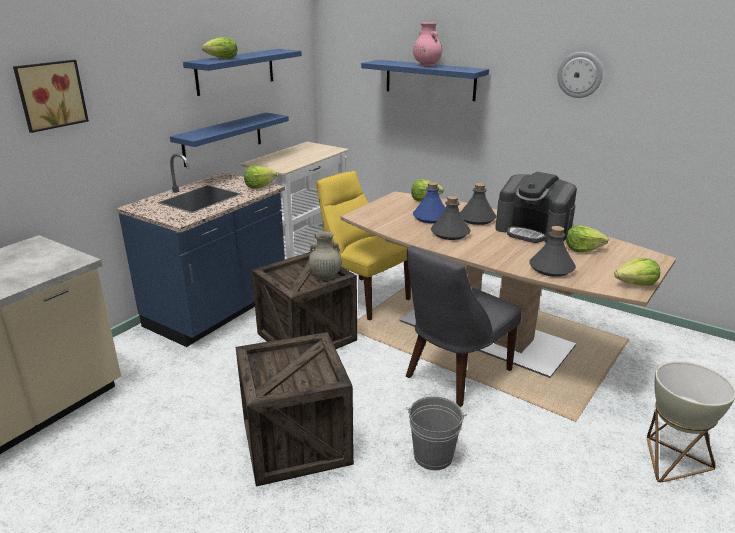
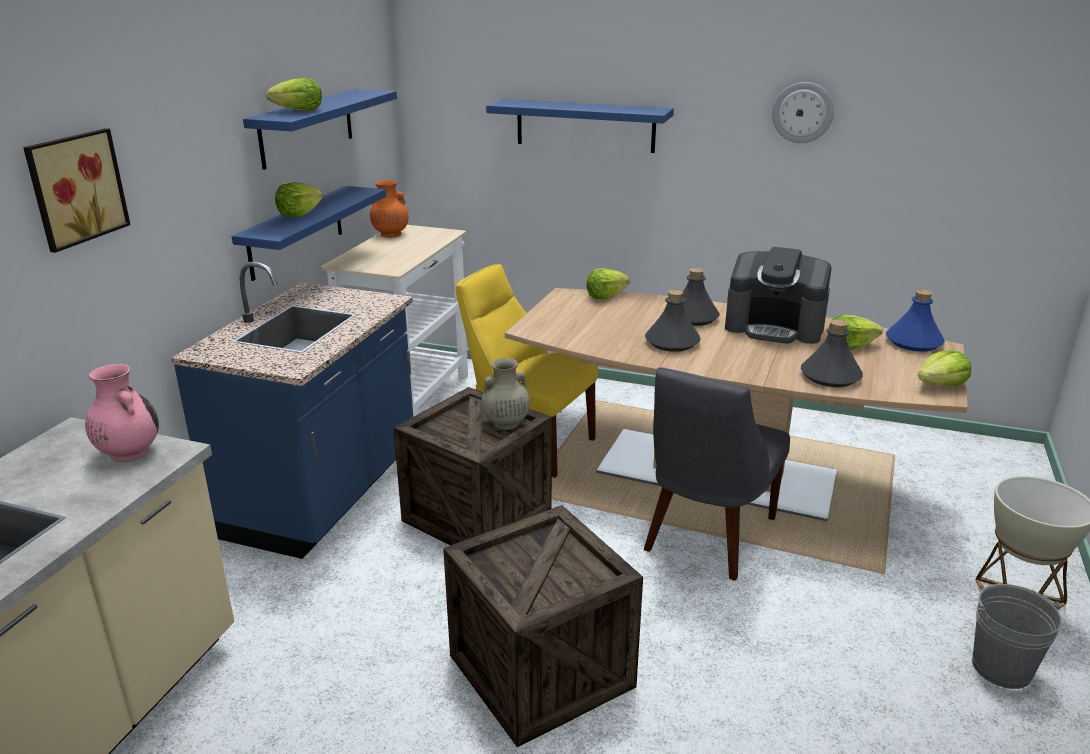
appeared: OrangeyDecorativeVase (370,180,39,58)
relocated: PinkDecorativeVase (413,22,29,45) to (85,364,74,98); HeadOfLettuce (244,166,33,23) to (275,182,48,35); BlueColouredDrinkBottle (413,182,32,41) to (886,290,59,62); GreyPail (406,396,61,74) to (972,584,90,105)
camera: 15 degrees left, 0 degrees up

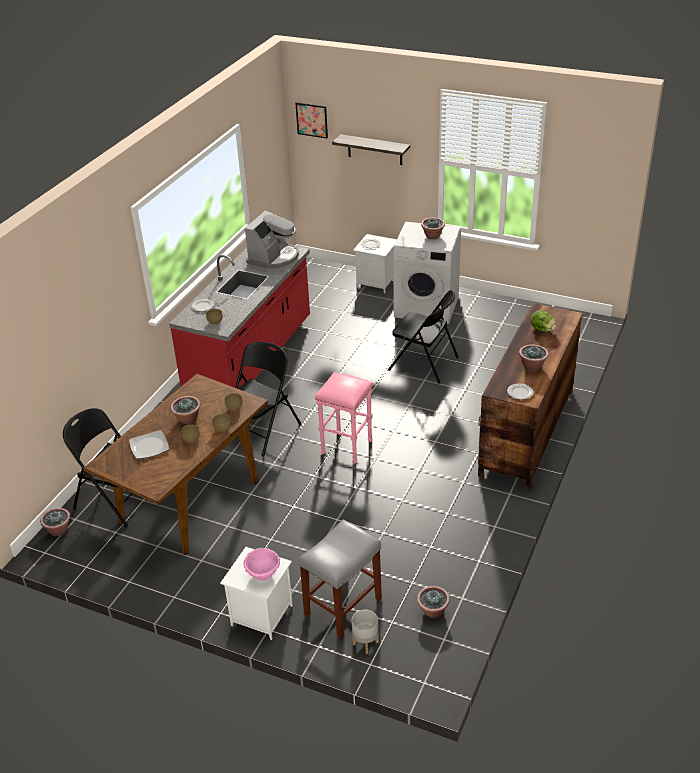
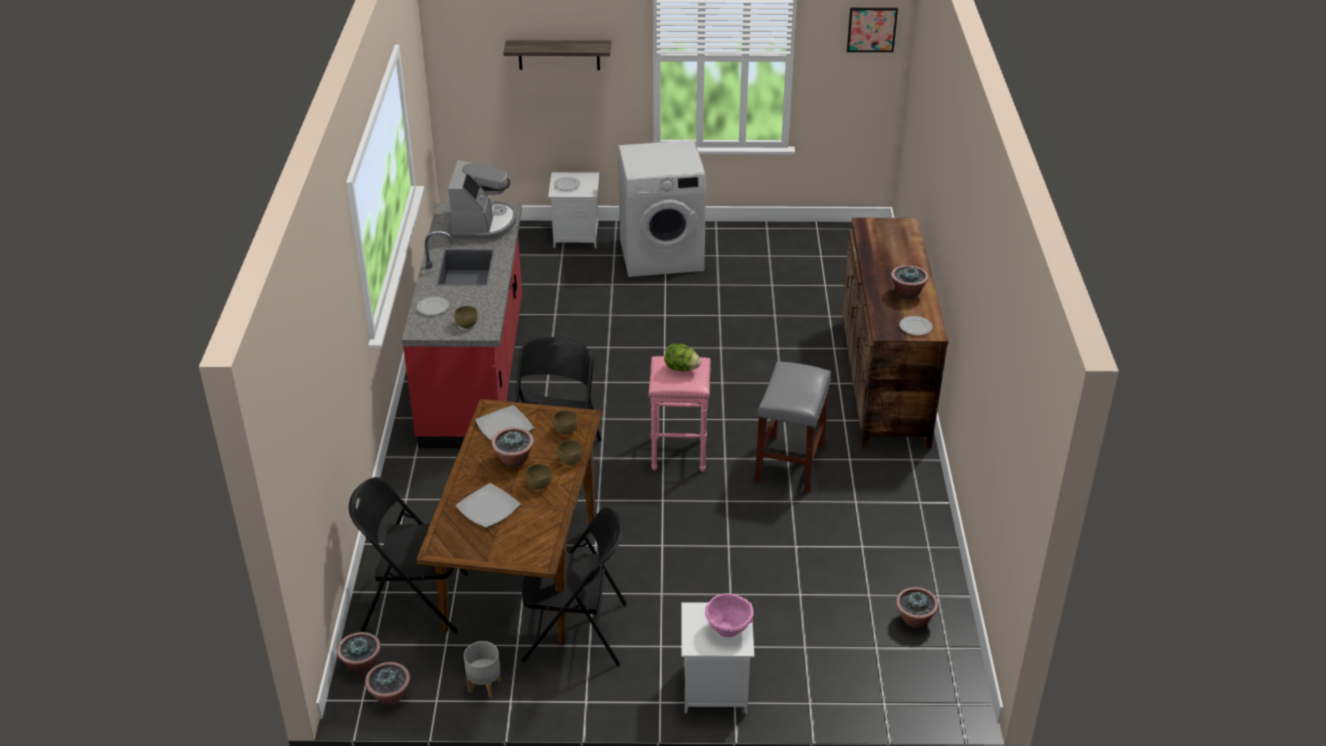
appeared: DinnerPlate (475,405,59,36)
relocated: WallArt (296,102,32,36) to (847,8,51,44); PlantInAPot (421,218,24,21) to (365,662,45,44); BlackColouredPlainChair (388,290,71,94) to (522,507,105,160); HeadOfLettuce (531,310,25,22) to (664,343,37,29); GreyStoolSeat (298,520,84,119) to (755,361,76,131); GreyPlanter (352,610,27,44) to (464,641,37,57)
camera: 25 degrees left, 0 degrees up

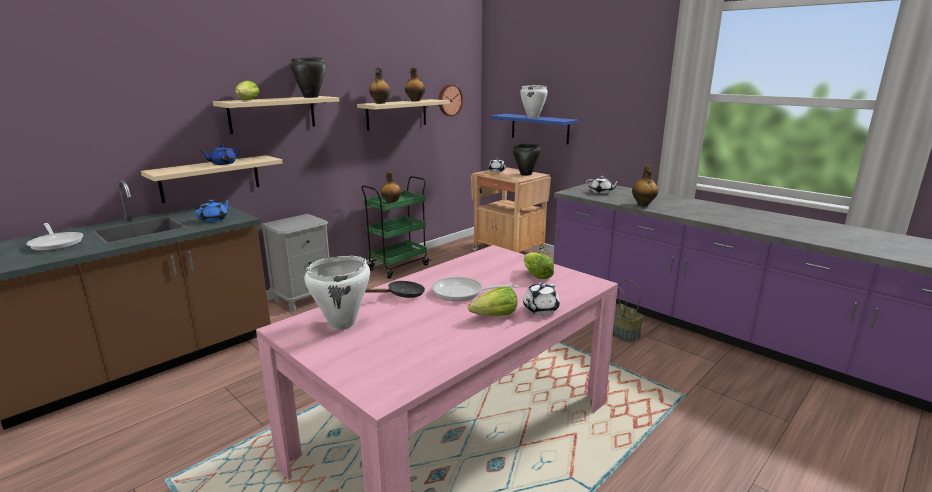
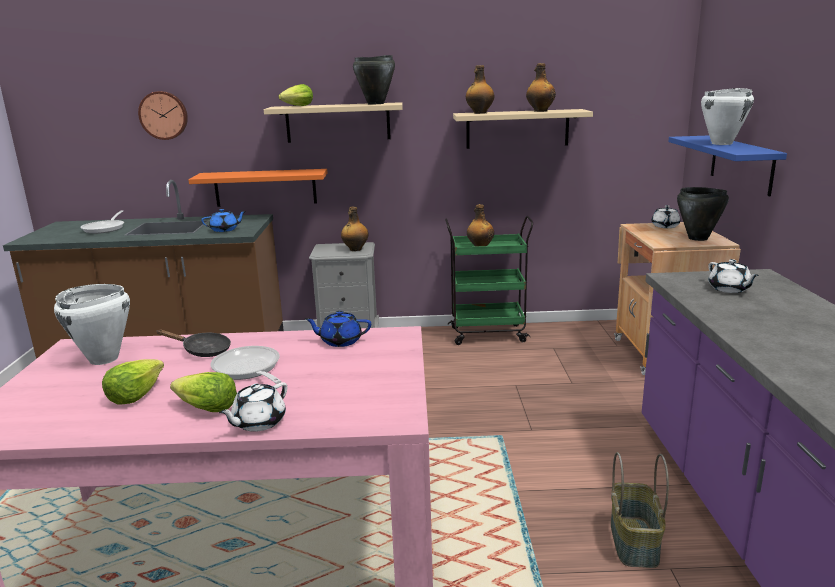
relocated: ClockOnTheWall (439,85,24,31) to (138,91,50,49); BlueColouredTeaPot (200,144,41,21) to (305,311,66,36); DrinkBottle (632,165,26,41) to (341,207,27,44); HeadOfLettuce (524,252,30,27) to (102,359,62,45)
colour: BeigeBracketShelf (141,155,141,48) to OrangeyBracketShelf (188,169,140,38)
spun: WhiteTeaPot (523,283,37,32) = (219,382,68,50) 45 degrees counterclockwise
camera: 45 degrees right, 0 degrees up

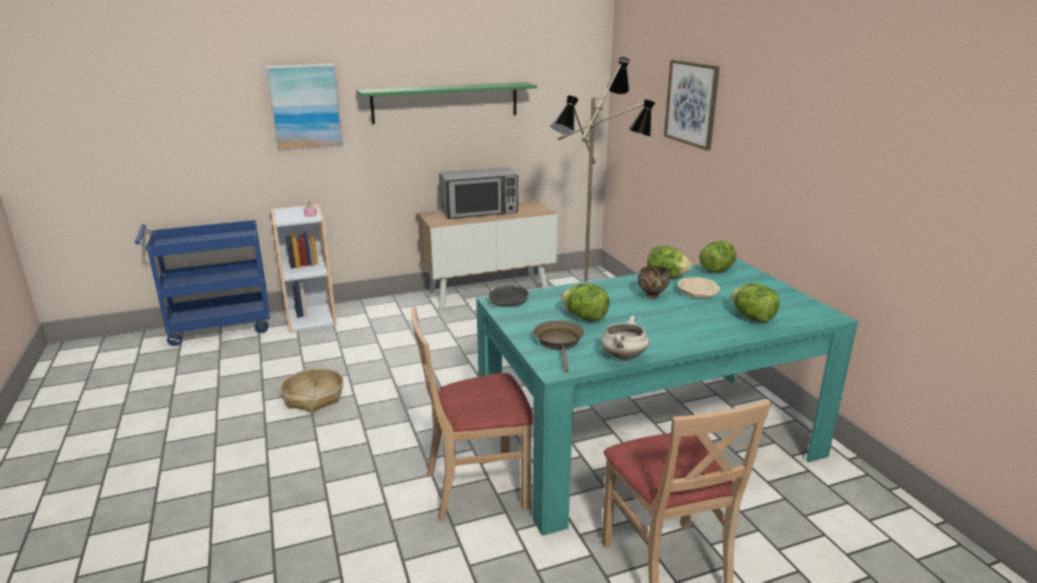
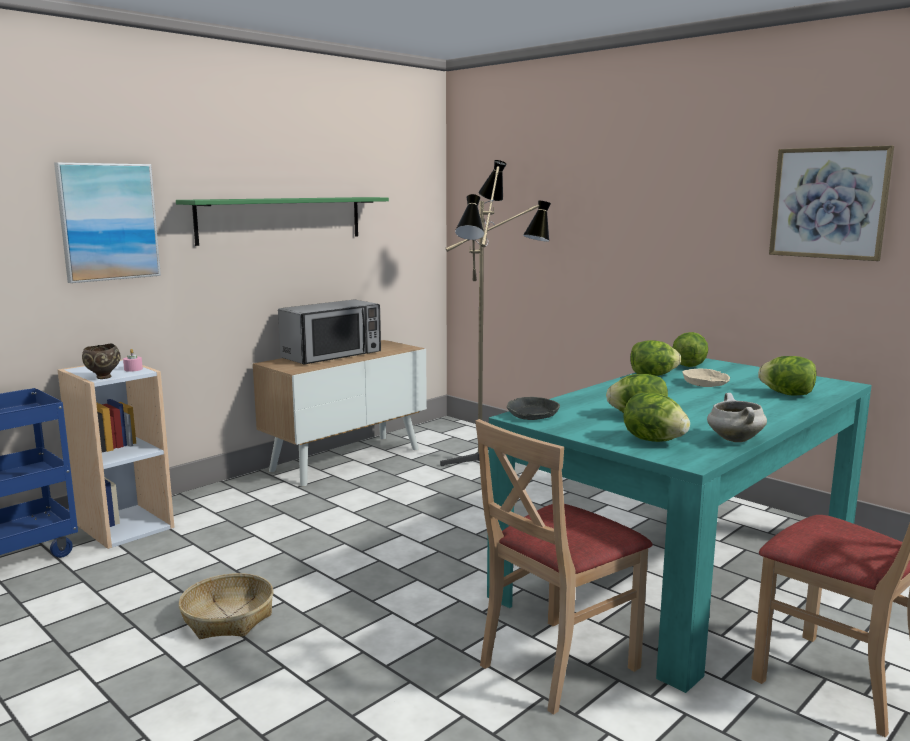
relocated: WallArt (664,60,56,90) to (769,146,125,115); BrownColouredDeepDish (638,266,32,33) to (82,344,39,35)
exchanged: BrownColouredSkillet (534,320,50,52) to HeadOfLettuce (623,393,67,49)
camera: 25 degrees left, 10 degrees down

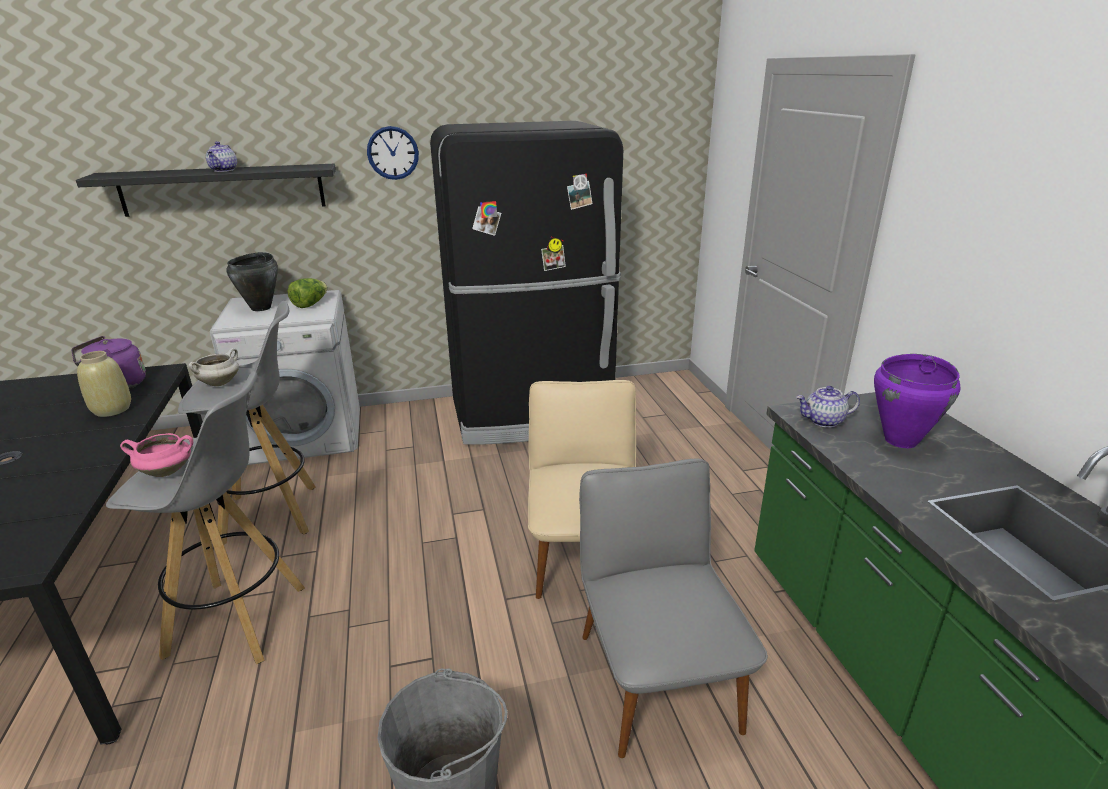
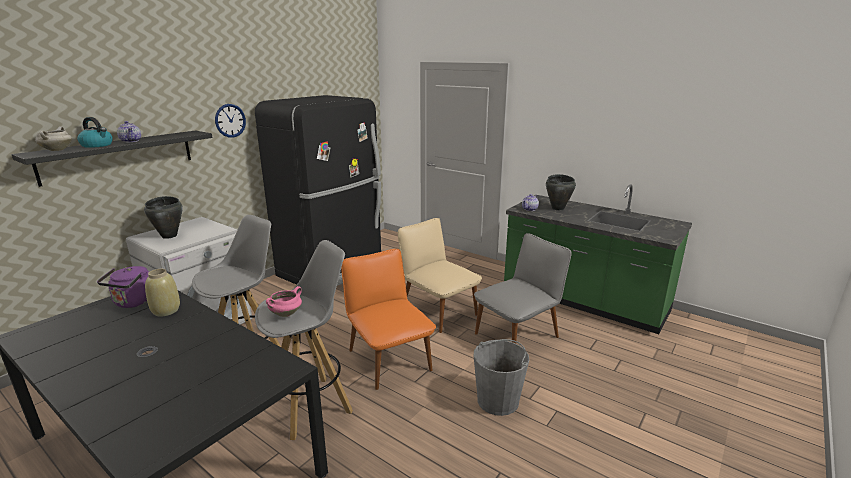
missing: HeadOfLettuce (288,278,39,30)
appeared: TeaKettle (77,117,36,31); OrangeyPlainChair (341,249,95,141)
relocated: WhiteStockpot (189,348,50,38) to (35,126,37,25)
colour: PurpleColouredStockpot (874,354,86,94) to BlackColouredStockpot (546,174,30,36)
spun: GreyPlainChair (579,459,189,299) = (474,233,98,111) 105 degrees clockwise
camera: 40 degrees left, 5 degrees down

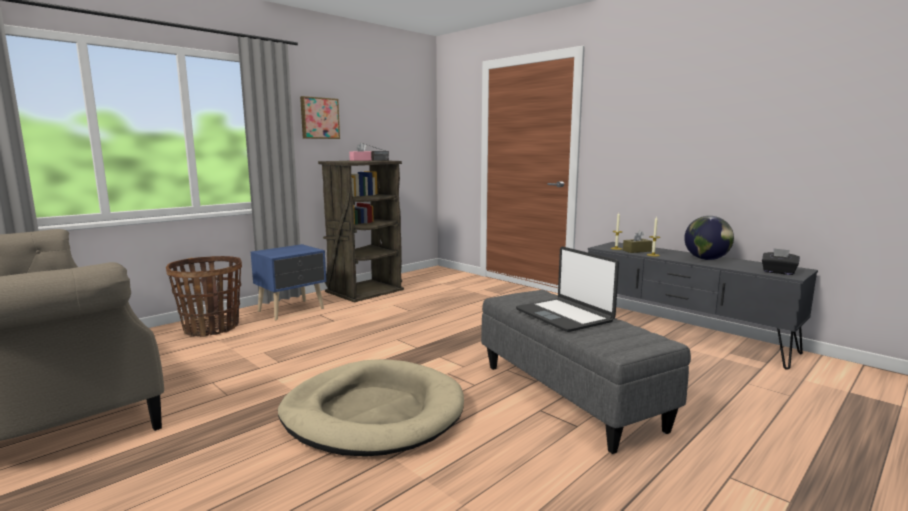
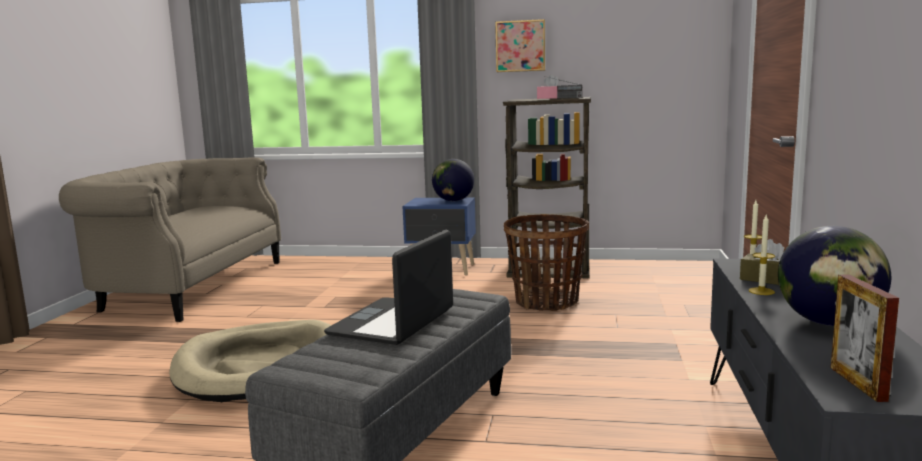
appeared: Globe (432,159,42,42)
relocated: HouseholdBasket (166,256,76,81) to (504,214,85,97)
exchanged: BlackColouredTissueBox (762,248,38,27) to PhotoFrame (831,274,68,128)
camera: 55 degrees right, 0 degrees up

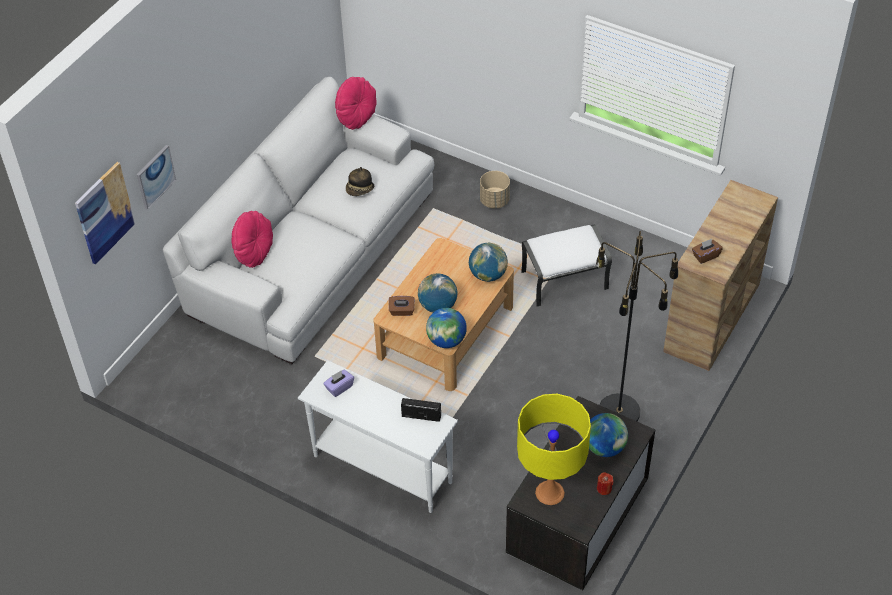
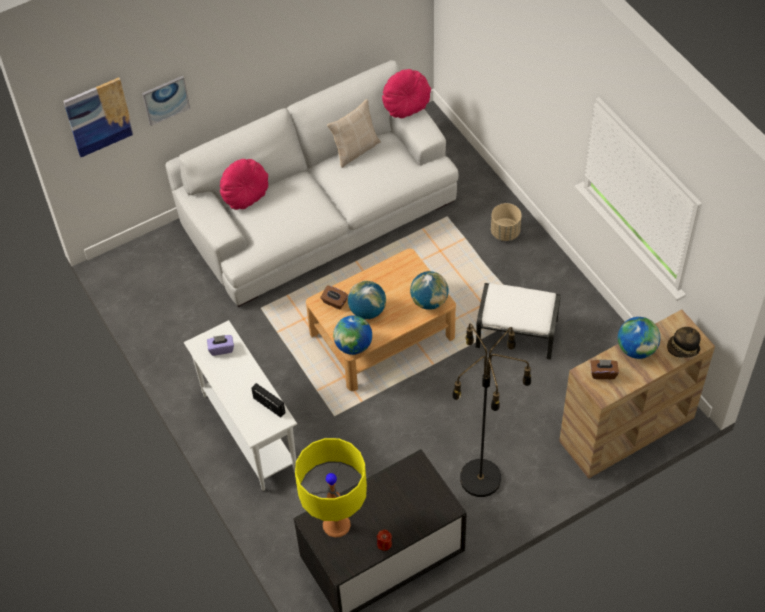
appeared: BeigePillow (327,99,54,69)
relocated: ClothingHat (346,167,28,29) to (667,327,34,31); Globe (589,413,39,44) to (618,317,42,42)
camera: 30 degrees right, 5 degrees up

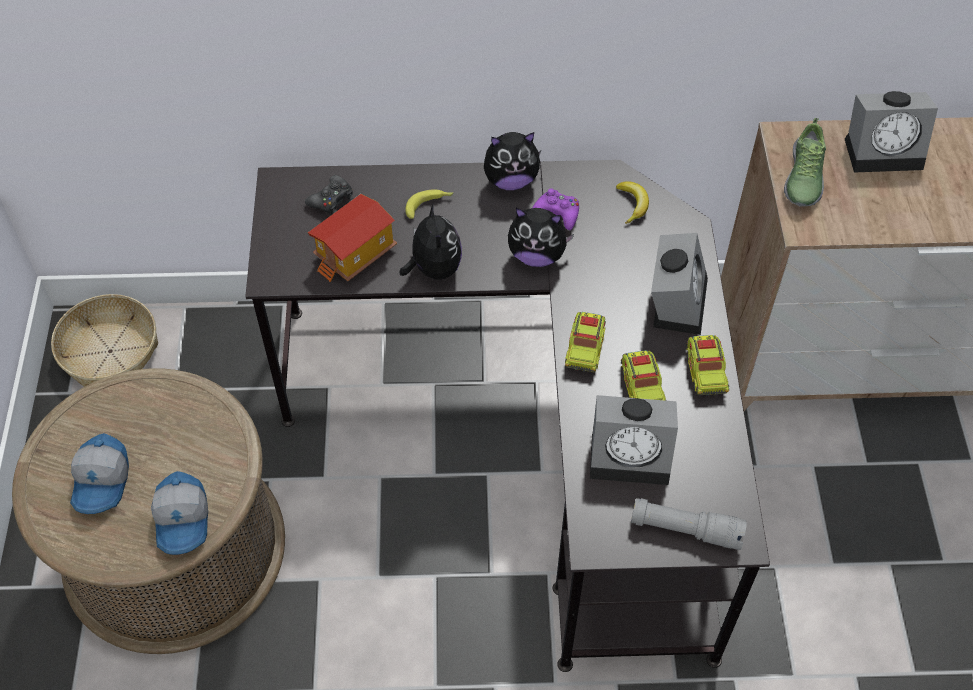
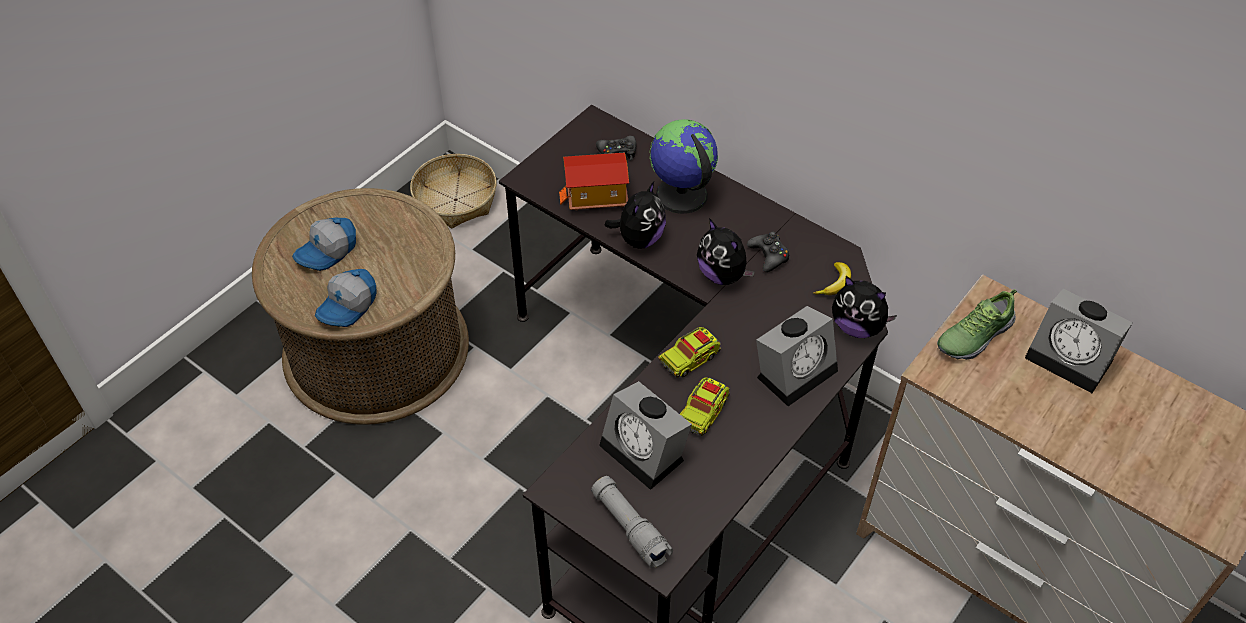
missing: ModelTruck (686,335,43,61)
relocated: SoftToy (484,132,58,58) to (832,276,65,62)
exchanged: BananaFruit (405,189,48,30) to Globe (650,119,68,95)
colour: PurpleColouredGameController (532,189,47,41) to BlackColouredGameController (747,232,42,40)
camera: 40 degrees right, 5 degrees down

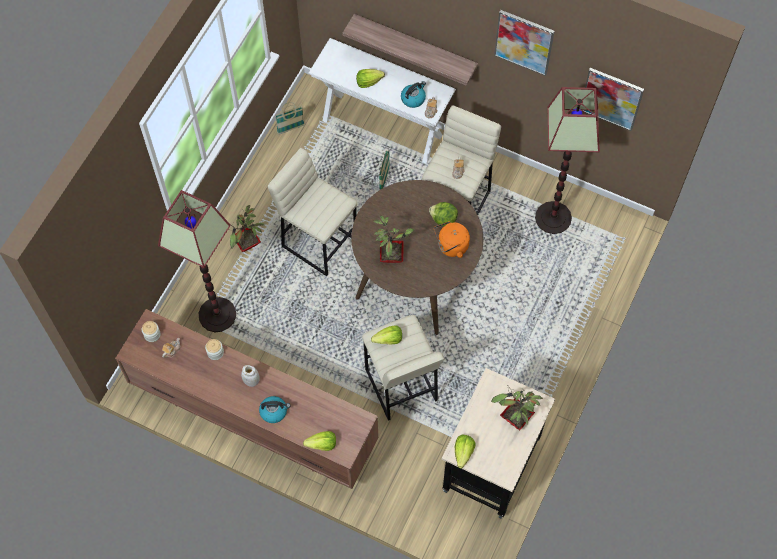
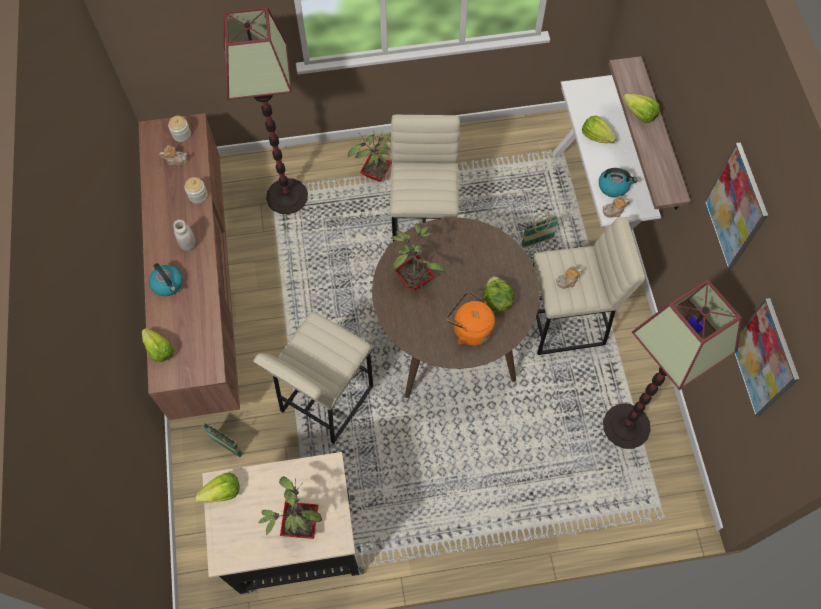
relocated: HouseholdBasket (275,102,30,32) to (202,422,41,36); HeadOfLettuce (371,325,31,20) to (623,94,37,29)
camera: 55 degrees right, 0 degrees up

